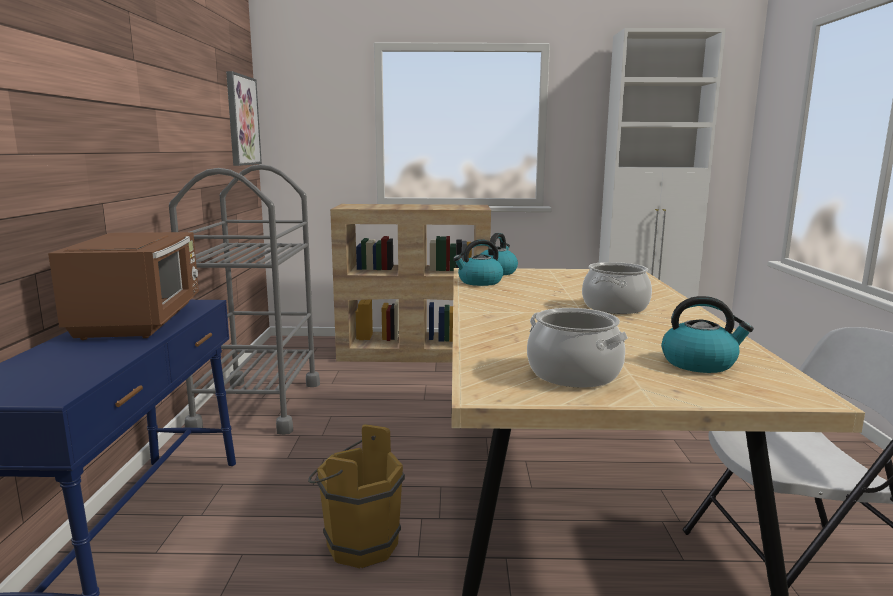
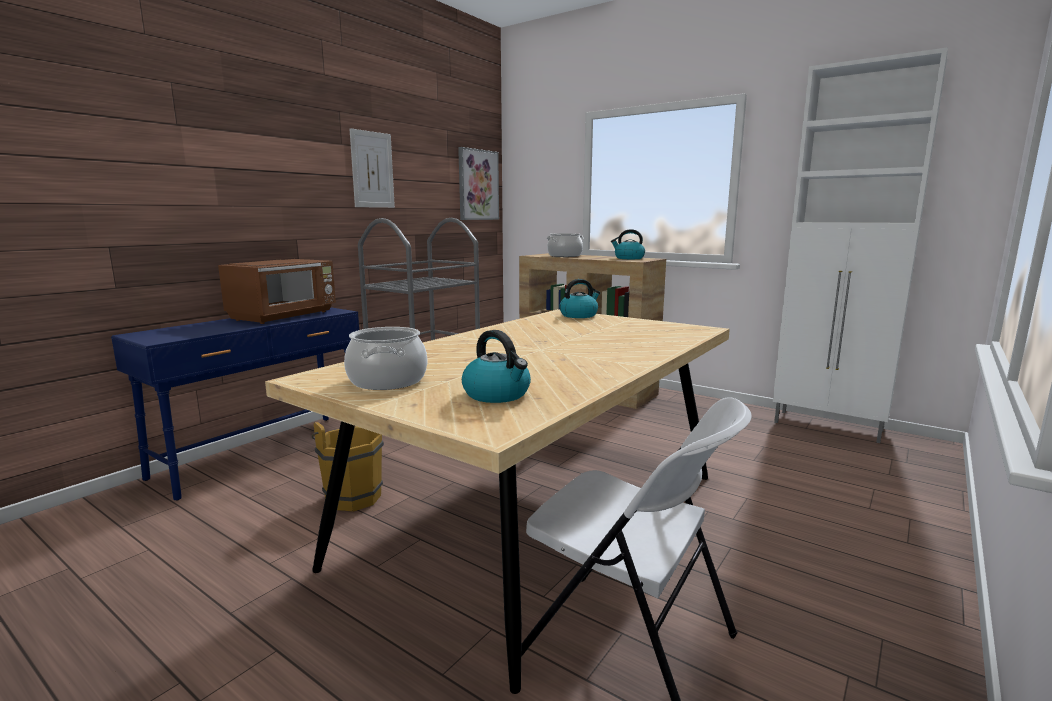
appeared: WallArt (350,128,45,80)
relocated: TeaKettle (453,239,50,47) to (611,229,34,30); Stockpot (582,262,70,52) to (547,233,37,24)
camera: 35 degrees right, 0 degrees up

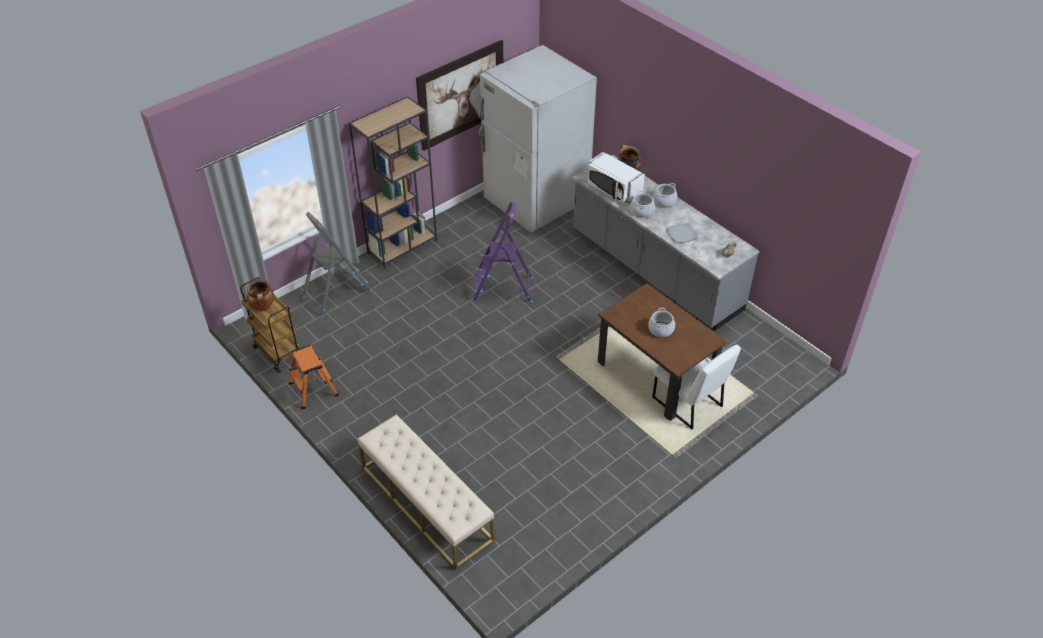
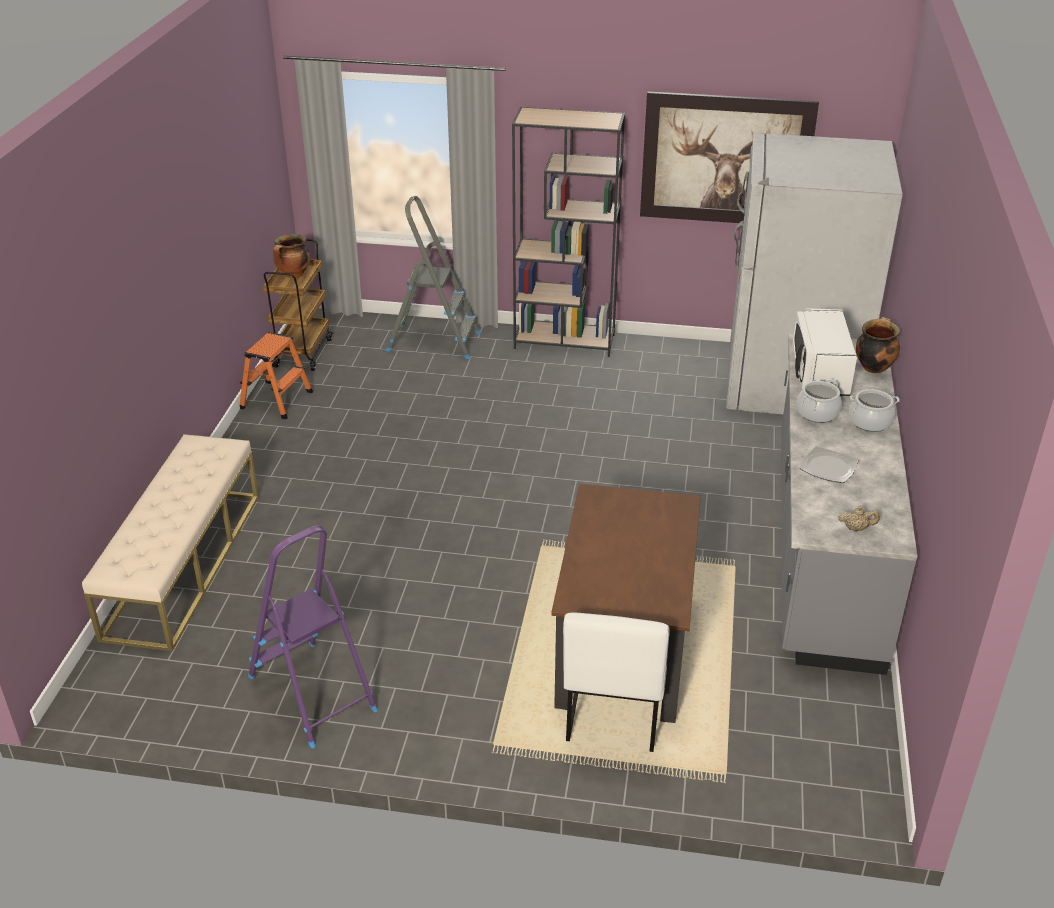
missing: Stockpot (648,308,27,29)
relocated: PurpleColouredStepStool (472,202,61,101) to (248,525,130,223)
camera: 50 degrees right, 10 degrees down

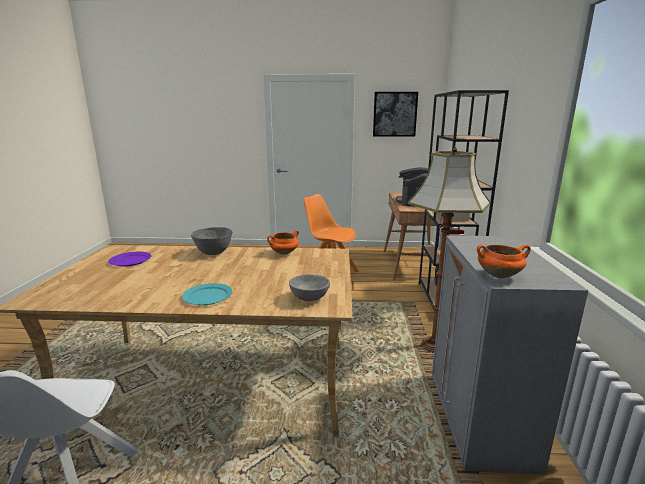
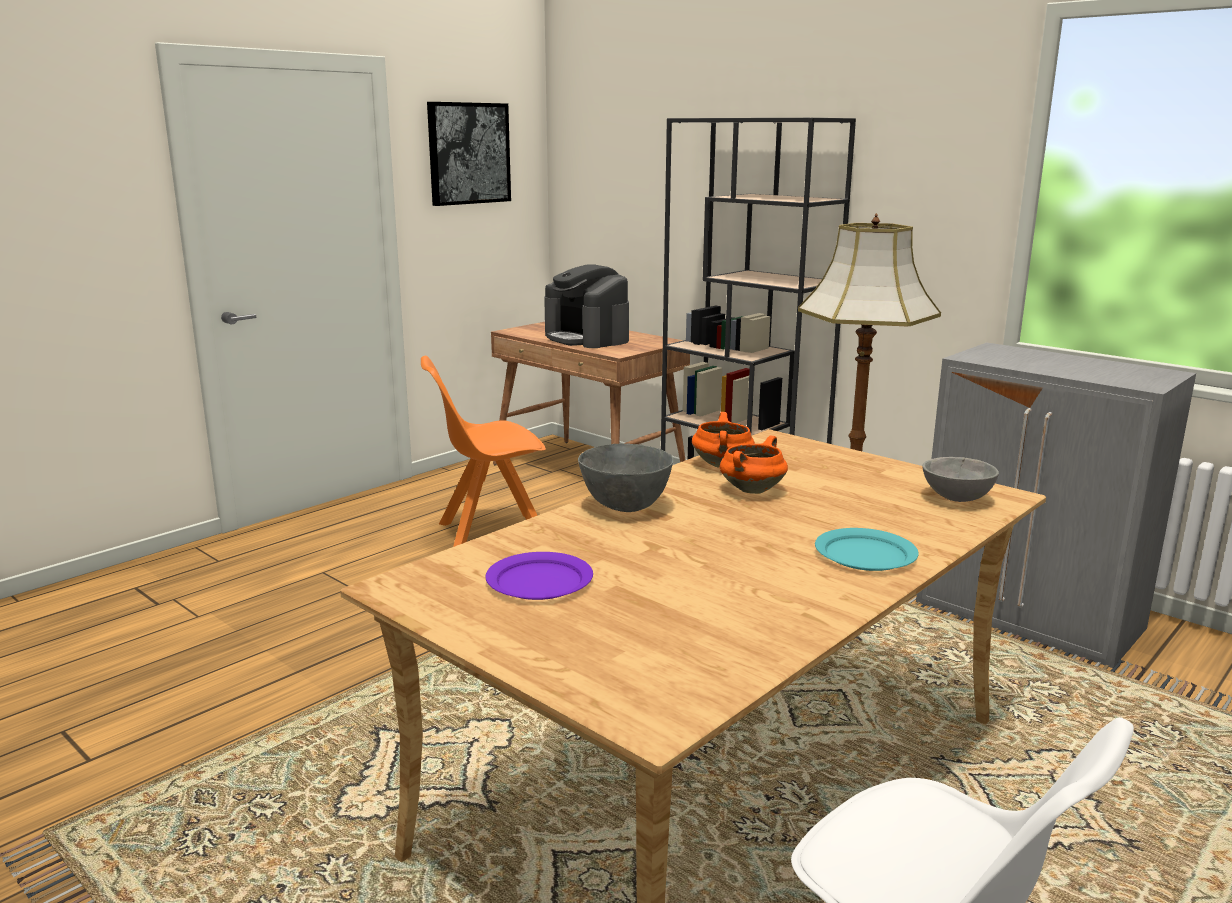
relocated: OrangeyStockpot (477,244,54,35) to (720,436,68,58)
camera: 50 degrees left, 0 degrees up

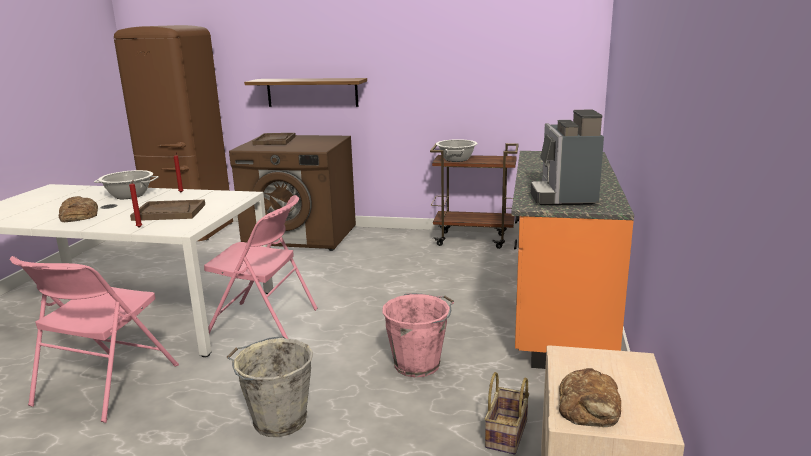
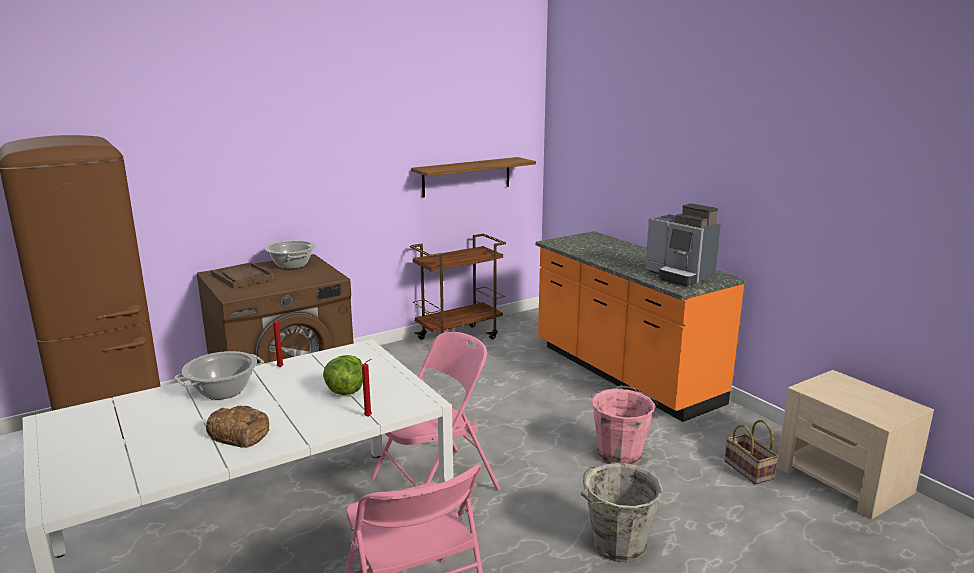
missing: BakedBread (559,368,62,59)
relocated: BracketShelf (244,78,123,29) to (411,157,125,40); Stockpot (436,139,42,23) to (265,240,51,29)
exchanged: BrownColouredTray (130,199,75,22) to HeadOfLettuce (323,355,40,40)
camera: 45 degrees left, 0 degrees up

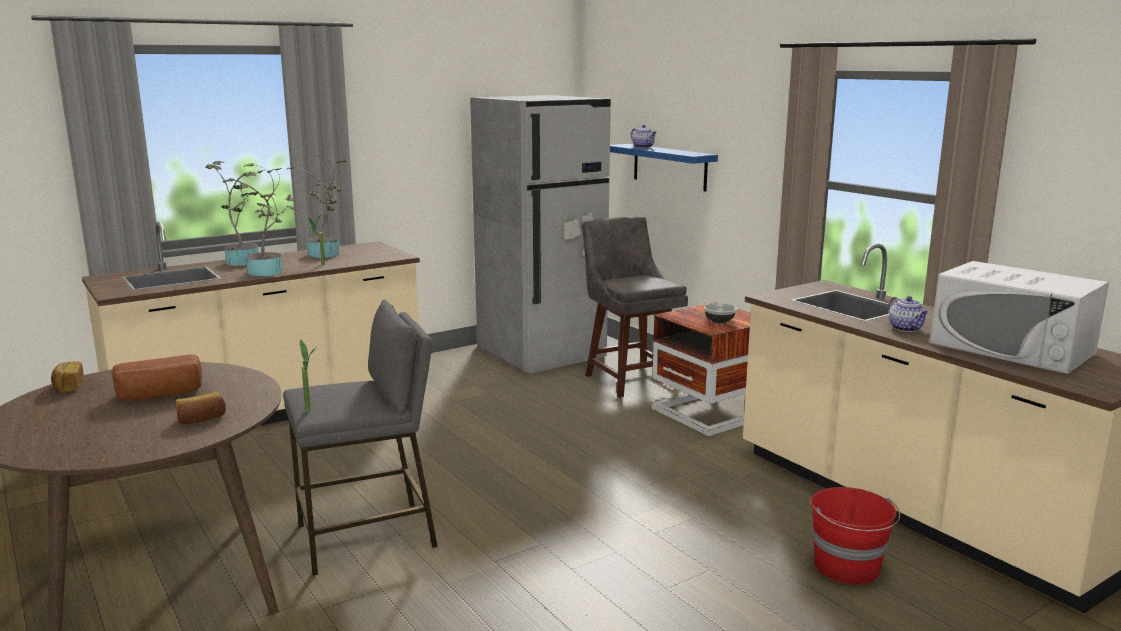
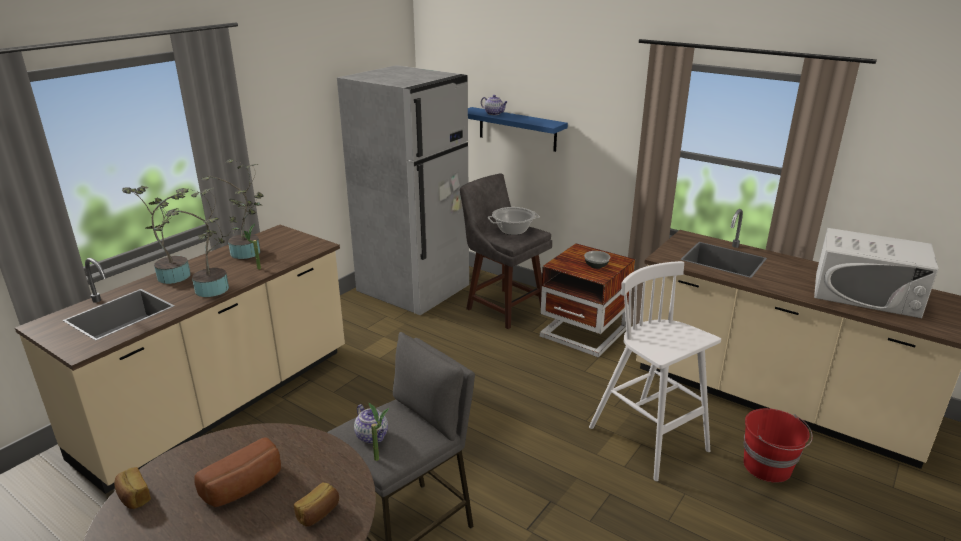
appeared: Stockpot (488,207,52,28); WhiteStoolSeat (589,261,132,220)
relocated: TeaPot (889,296,39,36) to (354,404,34,39)
camera: 20 degrees left, 10 degrees up

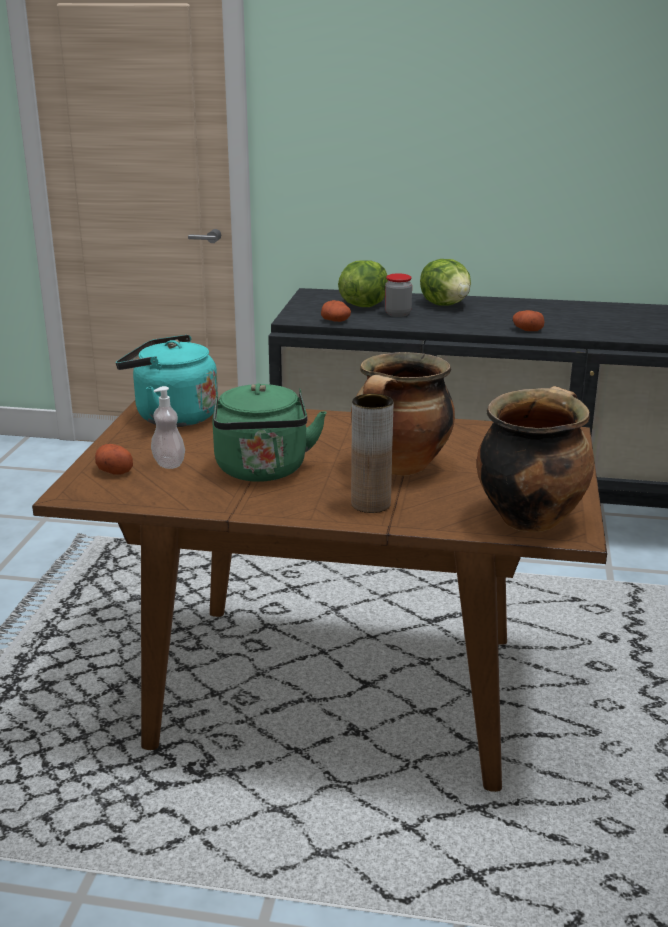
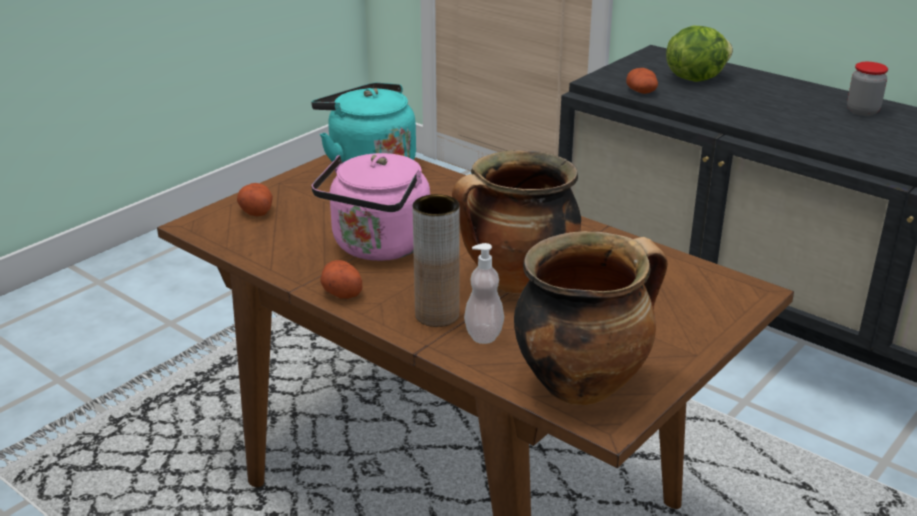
missing: HeadOfLettuce (420,259,51,47)
relocated: Jar (385,273,27,44) to (847,62,41,54); WholePotato (513,310,32,21) to (320,260,42,39); SoapBottle (151,386,34,83) to (464,243,40,101)
colour: GreenTeaKettle (213,383,114,98) to PinkTeaKettle (312,153,118,108)
camera: 30 degrees right, 5 degrees up

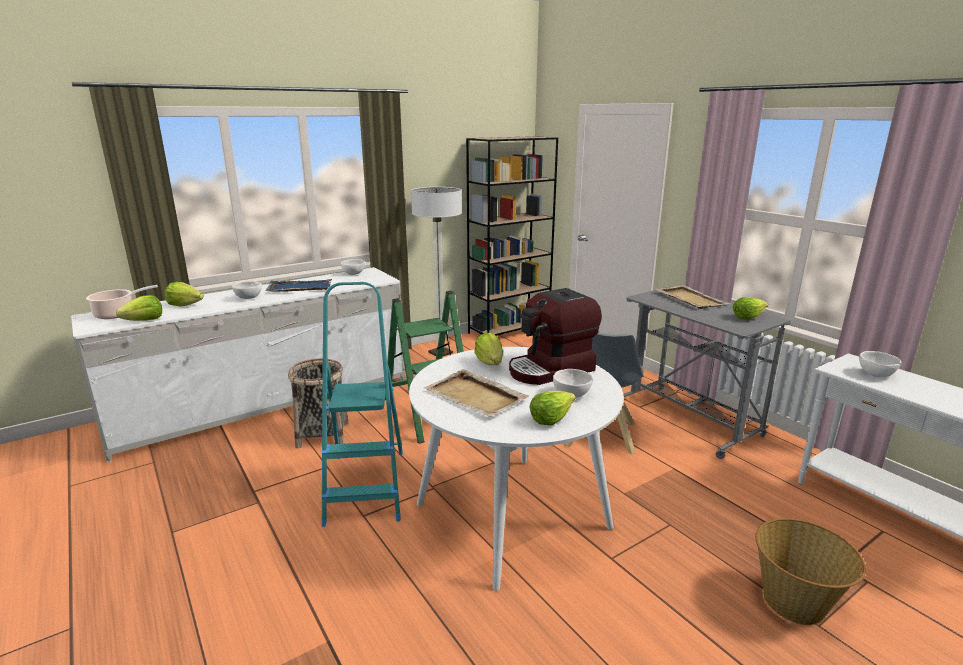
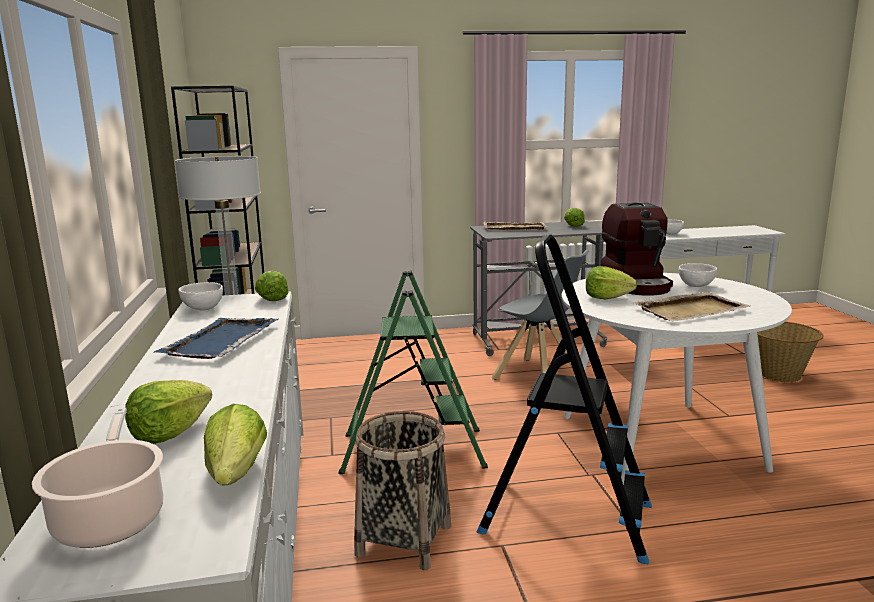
missing: WhiteDeepDish (232,281,30,18)
relocated: HeadOfLettuce (529,391,47,34) to (255,271,34,30)
colour: TurquoiseColouredStepStool (321,282,82,245) to BlackColouredStepStool (477,234,175,330)
camera: 65 degrees left, 5 degrees down

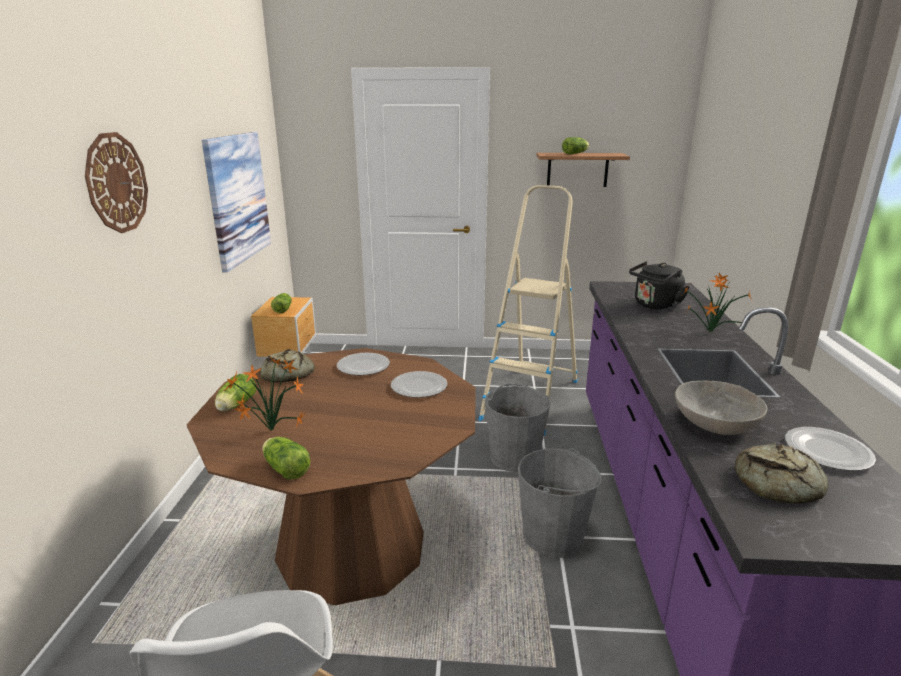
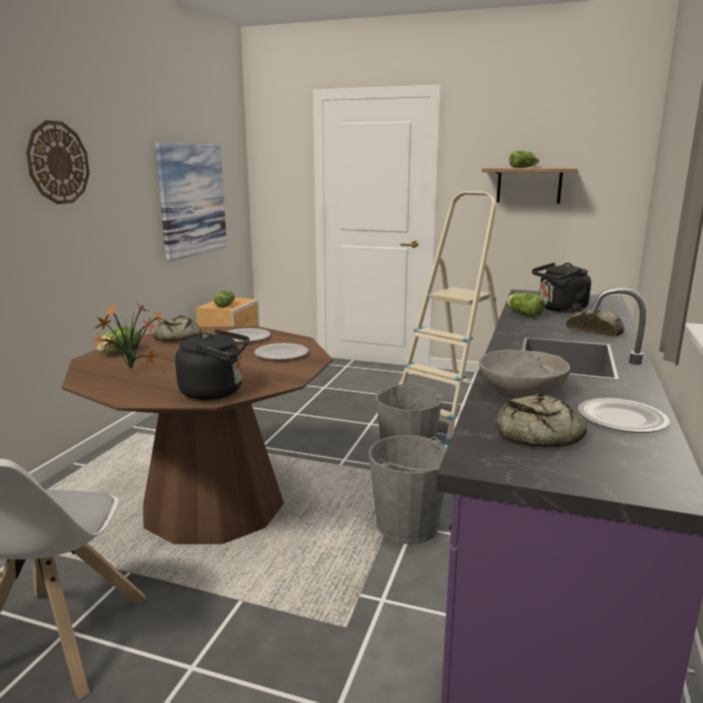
appeared: BlackColouredTeaKettle (175,329,75,71)
relocated: HeadOfLettuce (262,437,48,43) to (507,292,38,25)
exchanged: PlantInAPot (681,273,70,60) to BakedBread (566,310,58,26)
camera: 15 degrees right, 5 degrees down

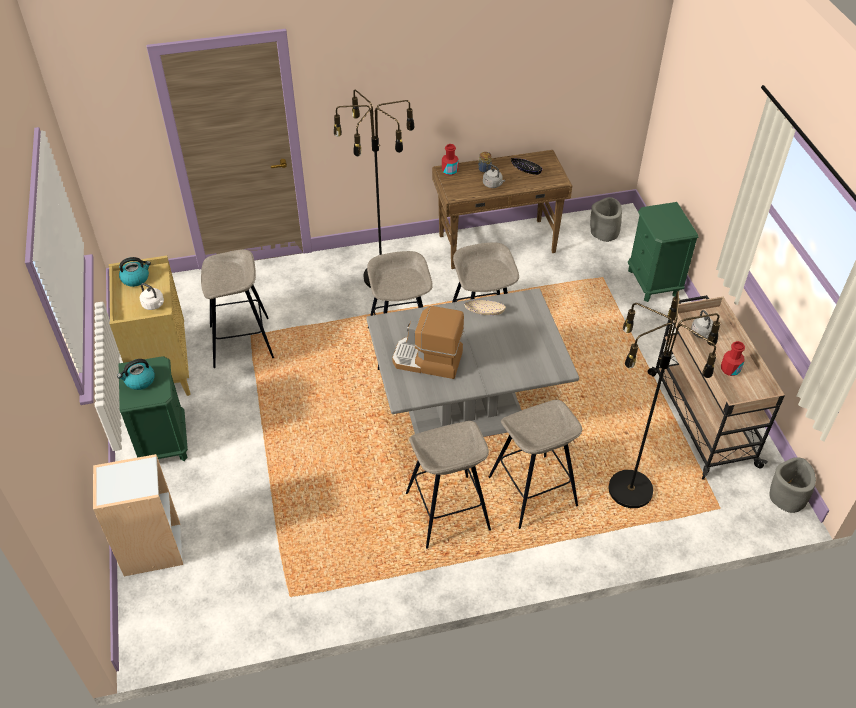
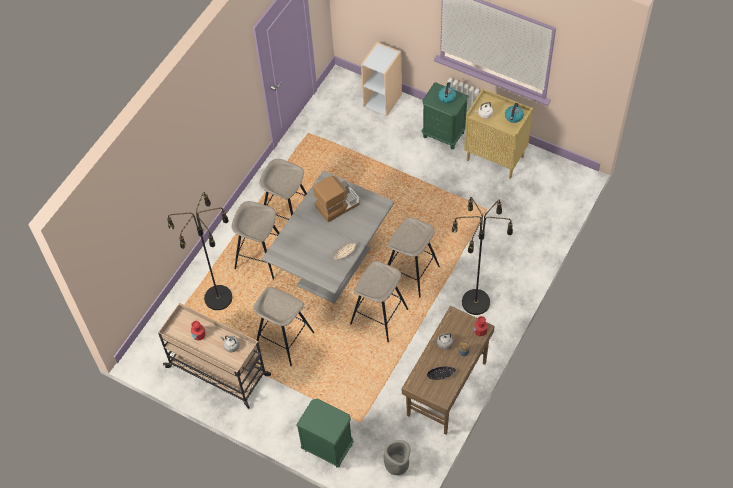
missing: GreyPlanter (769,457,47,56)
relocated: GreyStoolSeat (201,249,73,119) to (253,287,61,79)
camera: 135 degrees right, 10 degrees up

